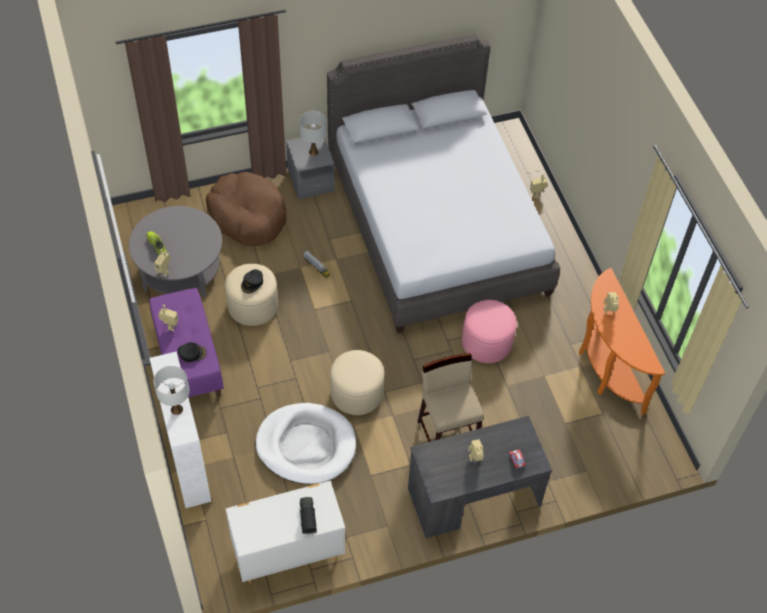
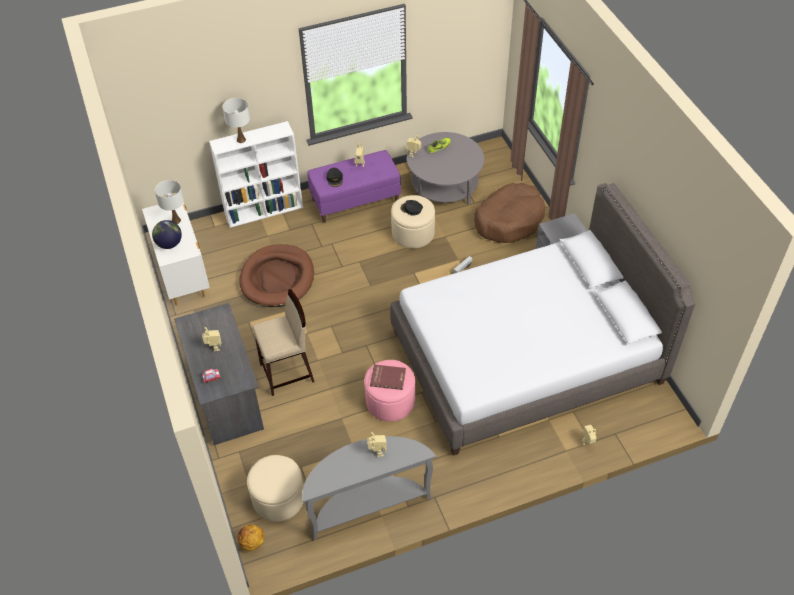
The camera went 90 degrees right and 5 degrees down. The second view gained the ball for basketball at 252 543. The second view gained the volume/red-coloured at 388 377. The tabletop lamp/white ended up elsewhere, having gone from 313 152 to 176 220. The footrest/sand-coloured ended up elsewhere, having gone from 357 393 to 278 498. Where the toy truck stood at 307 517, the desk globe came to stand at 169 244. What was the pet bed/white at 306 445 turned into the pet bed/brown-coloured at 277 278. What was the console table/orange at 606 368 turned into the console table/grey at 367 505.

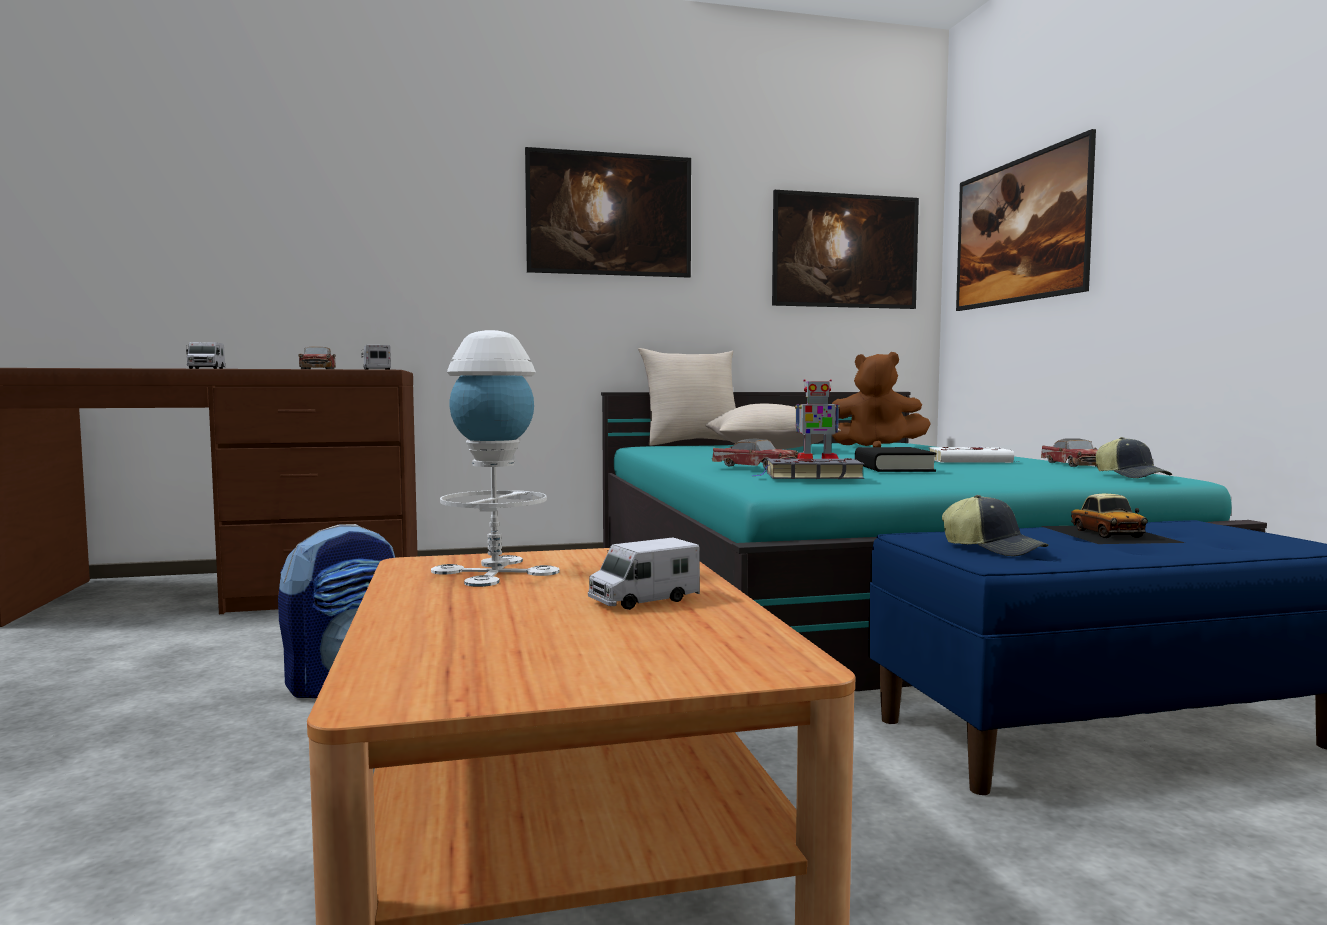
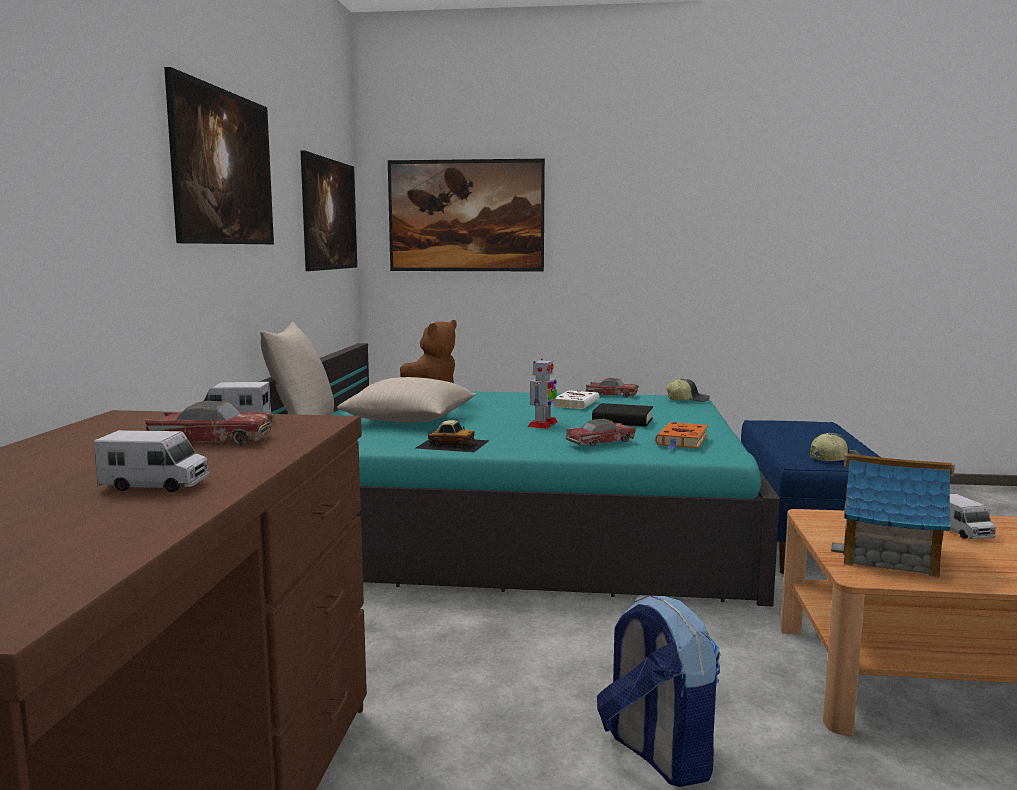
The camera went 70 degrees left and 5 degrees up. The model car ended up elsewhere, having gone from 1109 533 to 452 444. Where the tabletop lamp/white stood at 495 571, the model house came to stand at 890 556. What was the volume/grey at 810 476 turned into the volume/orange at 682 440.

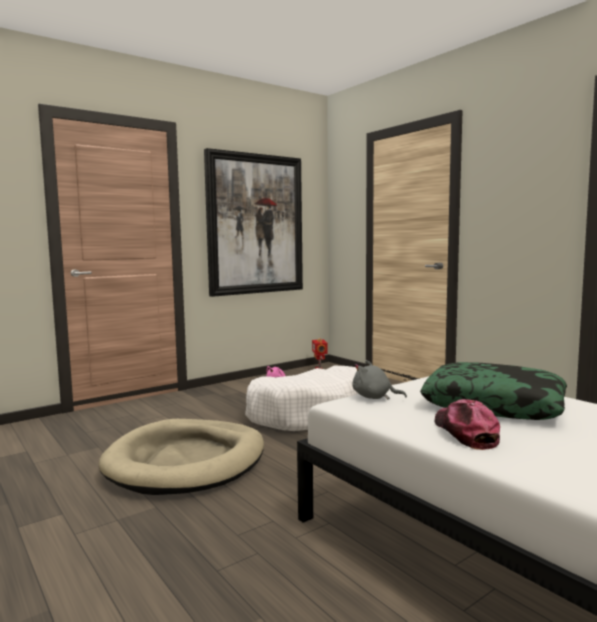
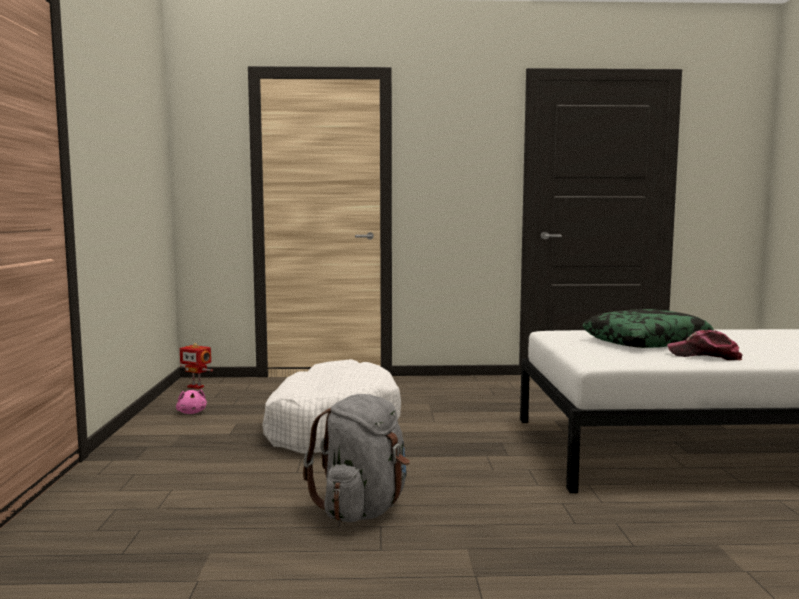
The camera went 55 degrees left and 0 degrees up. The second view lost the wall art at 255 224. The second view lost the soft toy/grey at 374 397. Where the pet bed/sand-coloured stood at 187 461, the knapsack/grey came to stand at 363 509.

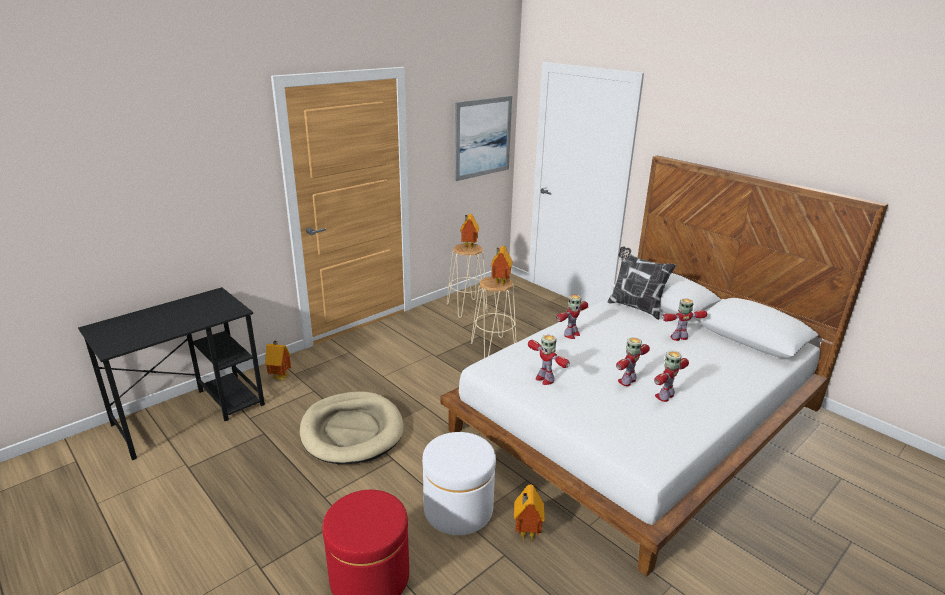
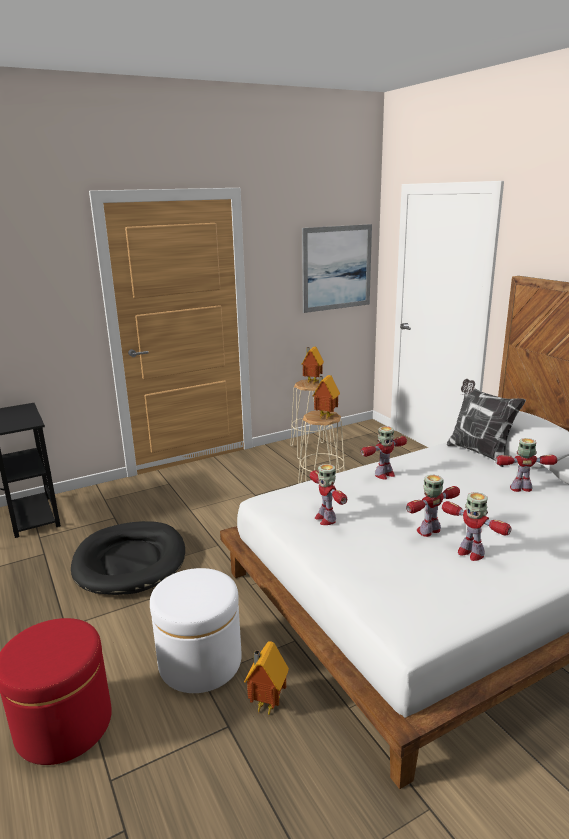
The camera went 15 degrees right and 5 degrees down. The second view lost the model house at 280 377. What was the pet bed/sand-coloured at 352 431 turned into the pet bed/black at 130 561. The toy robot at 665 396 ended up facing another way, 105 degrees counterclockwise from before.

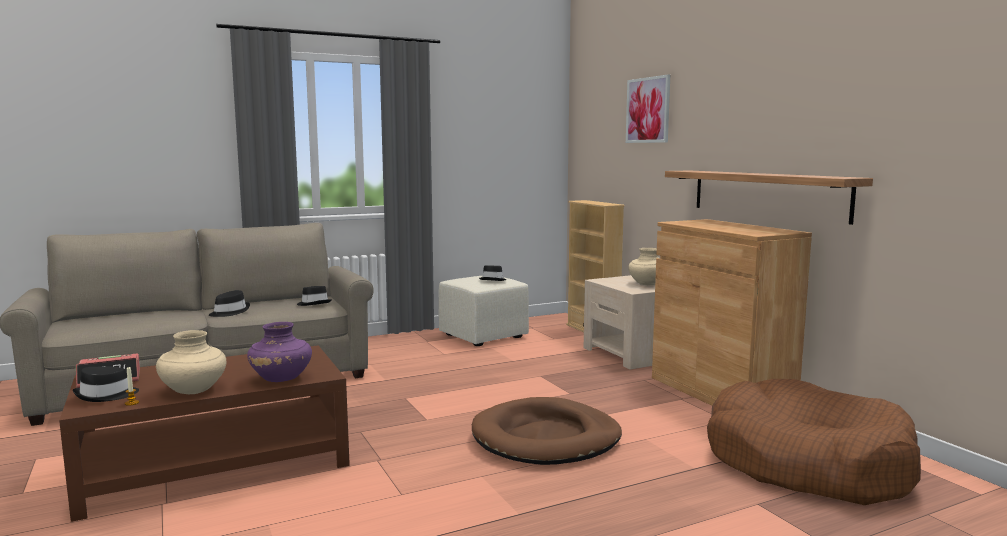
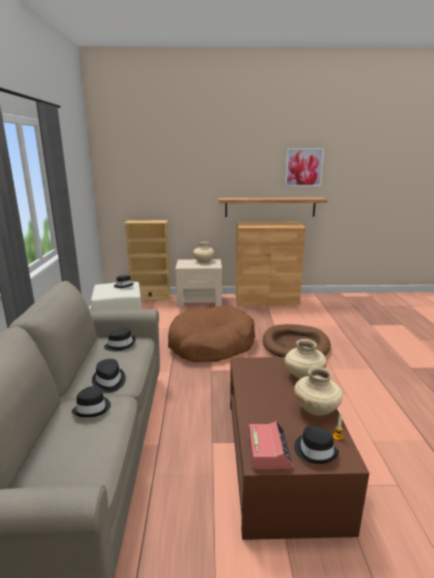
The camera went 65 degrees left and 10 degrees up. The second view gained the hat/black at 92 408. The wall art ended up elsewhere, having gone from 648 110 to 303 167. The pet bed/brown-coloured ended up elsewhere, having gone from 806 463 to 211 344. What was the decorative vase/purple-coloured at 281 379 turned into the decorative vase/sand-coloured at 303 376.

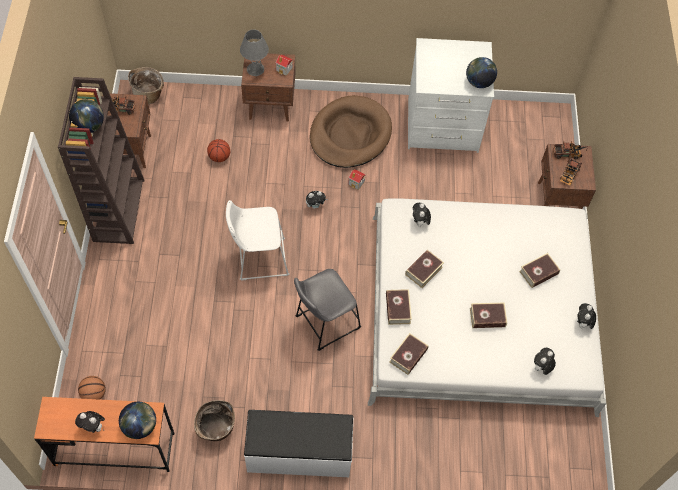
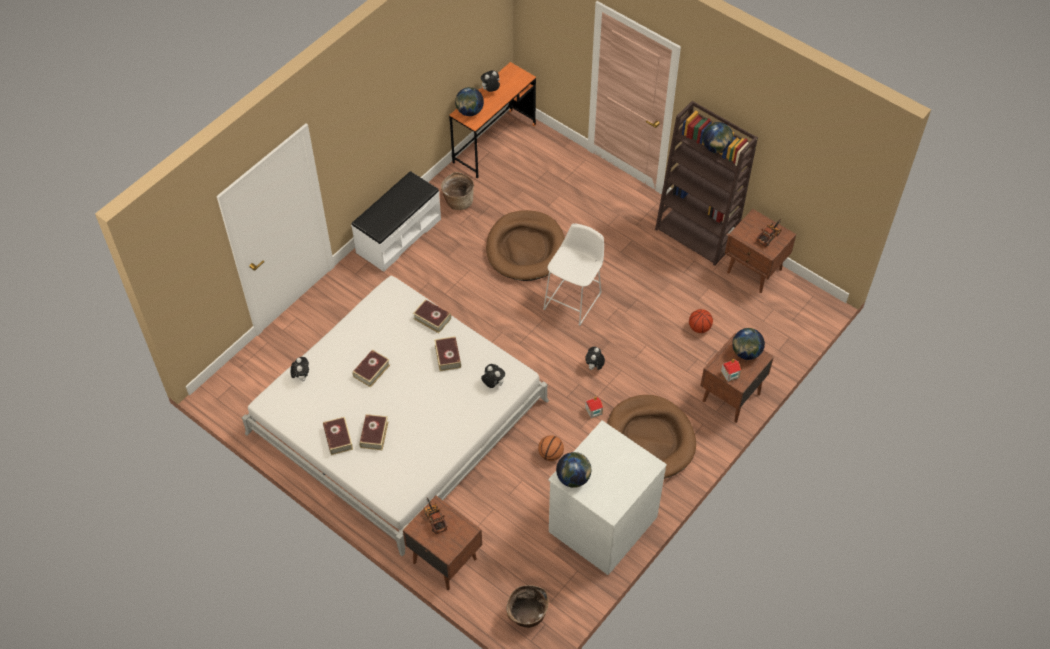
The camera went 130 degrees right and 5 degrees down. The second view lost the sitting stool/grey at 324 323. The second view lost the toy truck at 568 154. The second view lost the soft toy at 582 323. The second view gained the pet bed/brown-coloured at 525 248. The ball for basketball ended up elsewhere, having gone from 94 394 to 550 454. The basket ended up elsewhere, having gone from 149 95 to 527 616. The volume ended up elsewhere, having gone from 408 356 to 338 438. Where the tabletop lamp/grey stood at 255 69, the desk globe came to stand at 746 353.

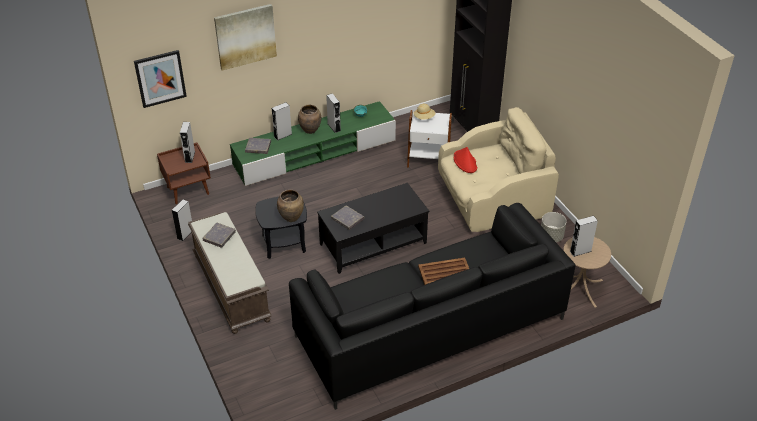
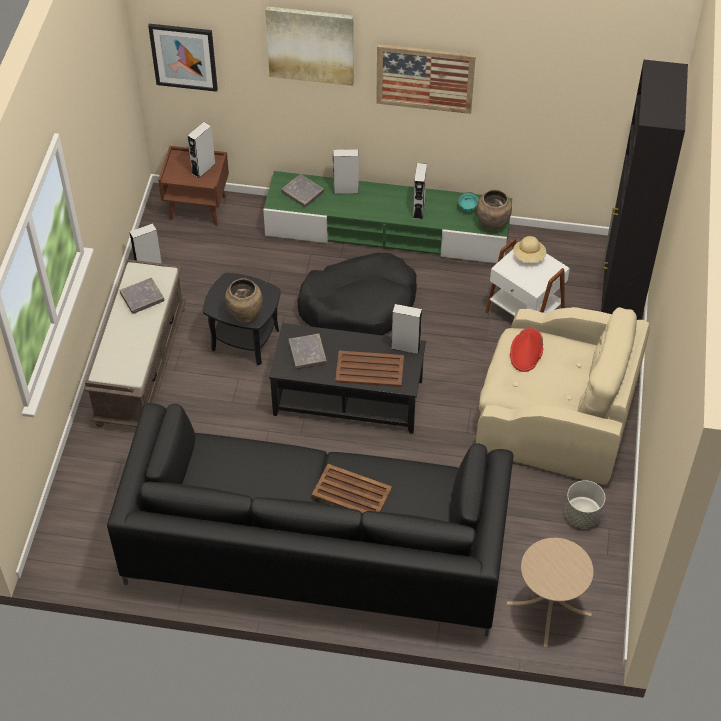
The camera went 35 degrees right and 10 degrees up. The second view gained the pet bed/black at 359 306. The second view gained the carrying tray/brown-coloured at 369 369. The second view gained the wall art at 425 78. The decorative vase/brown-coloured ended up elsewhere, having gone from 310 130 to 492 225. The loudspeaker/grey ended up elsewhere, having gone from 580 251 to 405 347.

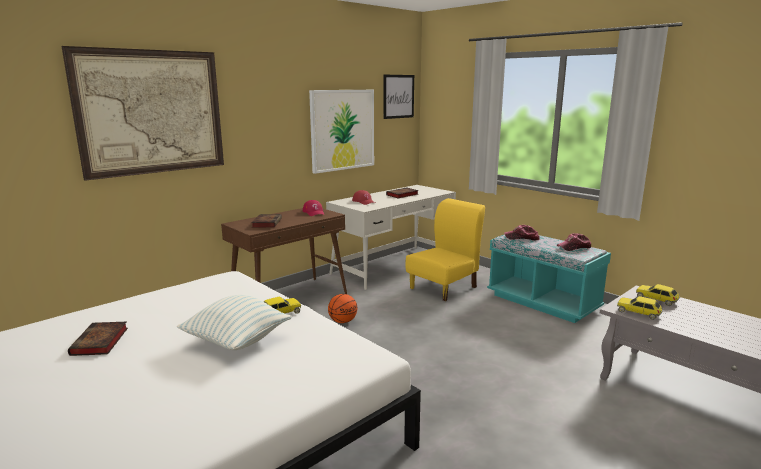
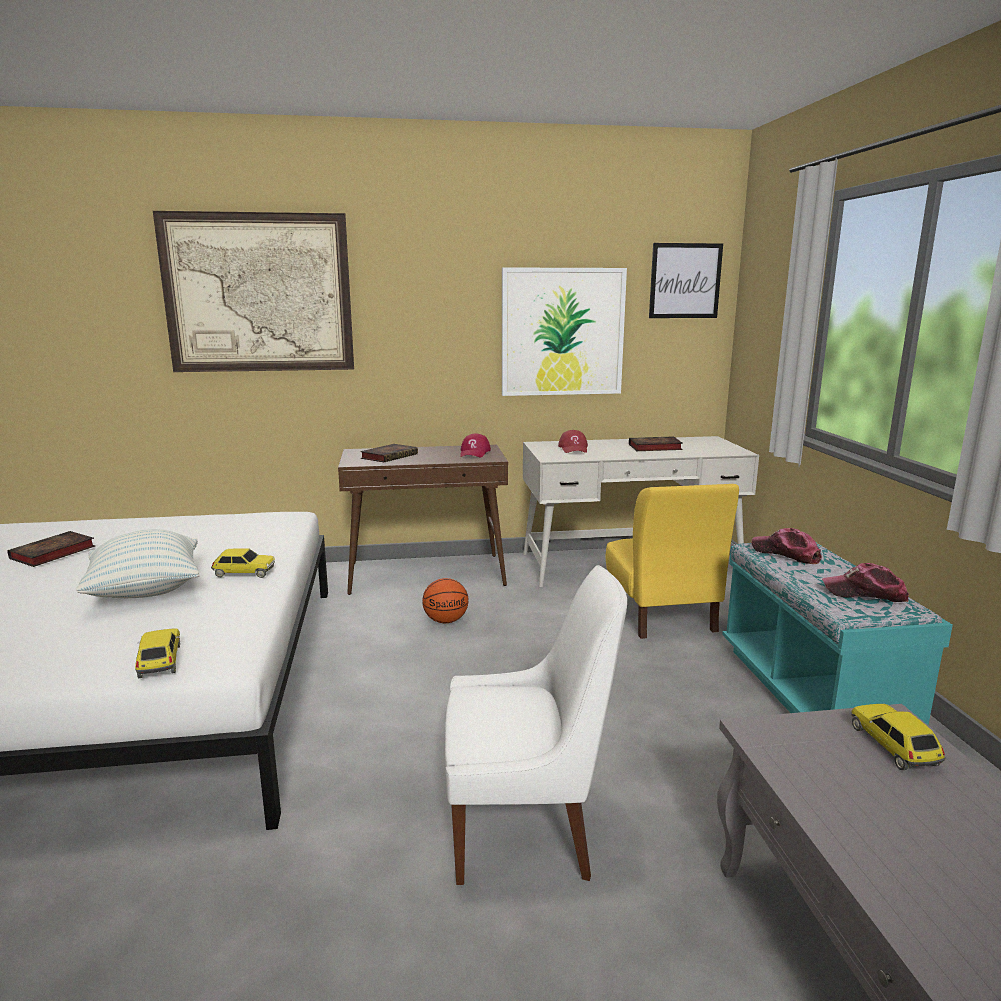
The camera went 35 degrees right and 0 degrees up. The second view gained the plain chair/white at 527 828. The model car ended up elsewhere, having gone from 638 313 to 160 662. The plain chair/yellow-coloured at 444 287 ended up facing another way, 90 degrees clockwise from before.

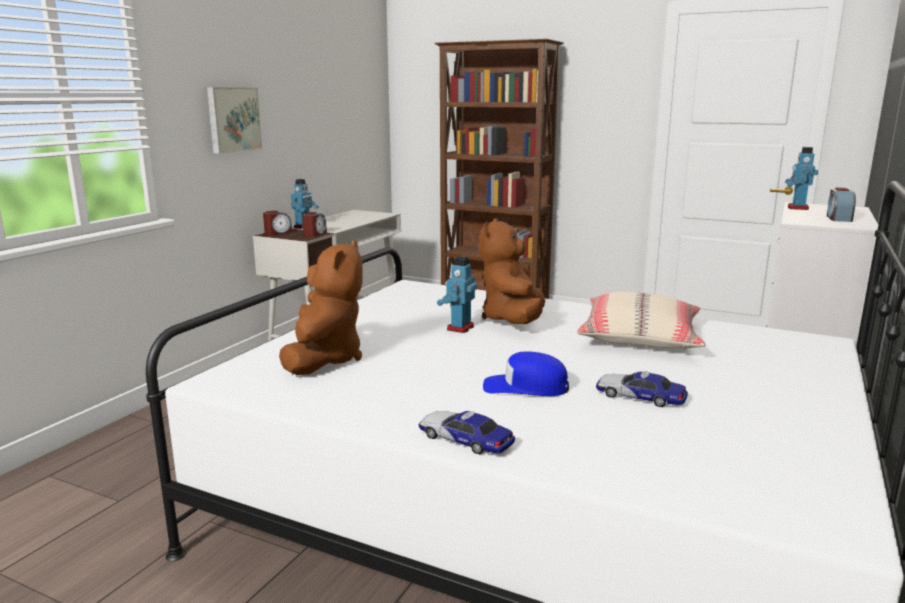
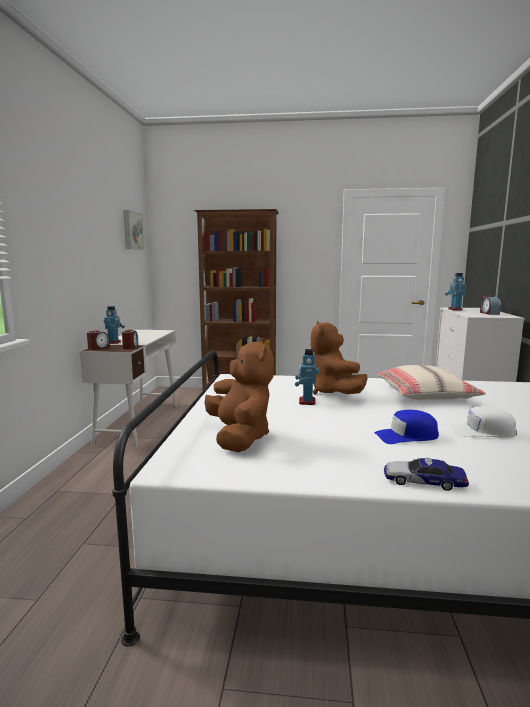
The camera went 20 degrees left and 5 degrees down. The wall art ended up elsewhere, having gone from 233 119 to 132 230. Where the model car stood at 640 397, the cap/white came to stand at 482 432.

